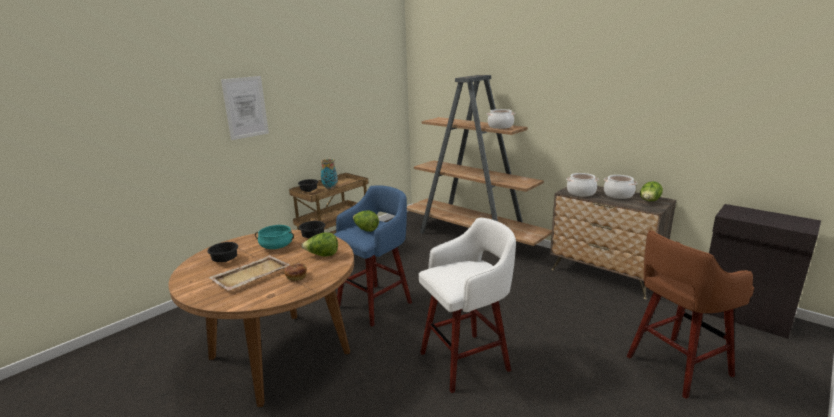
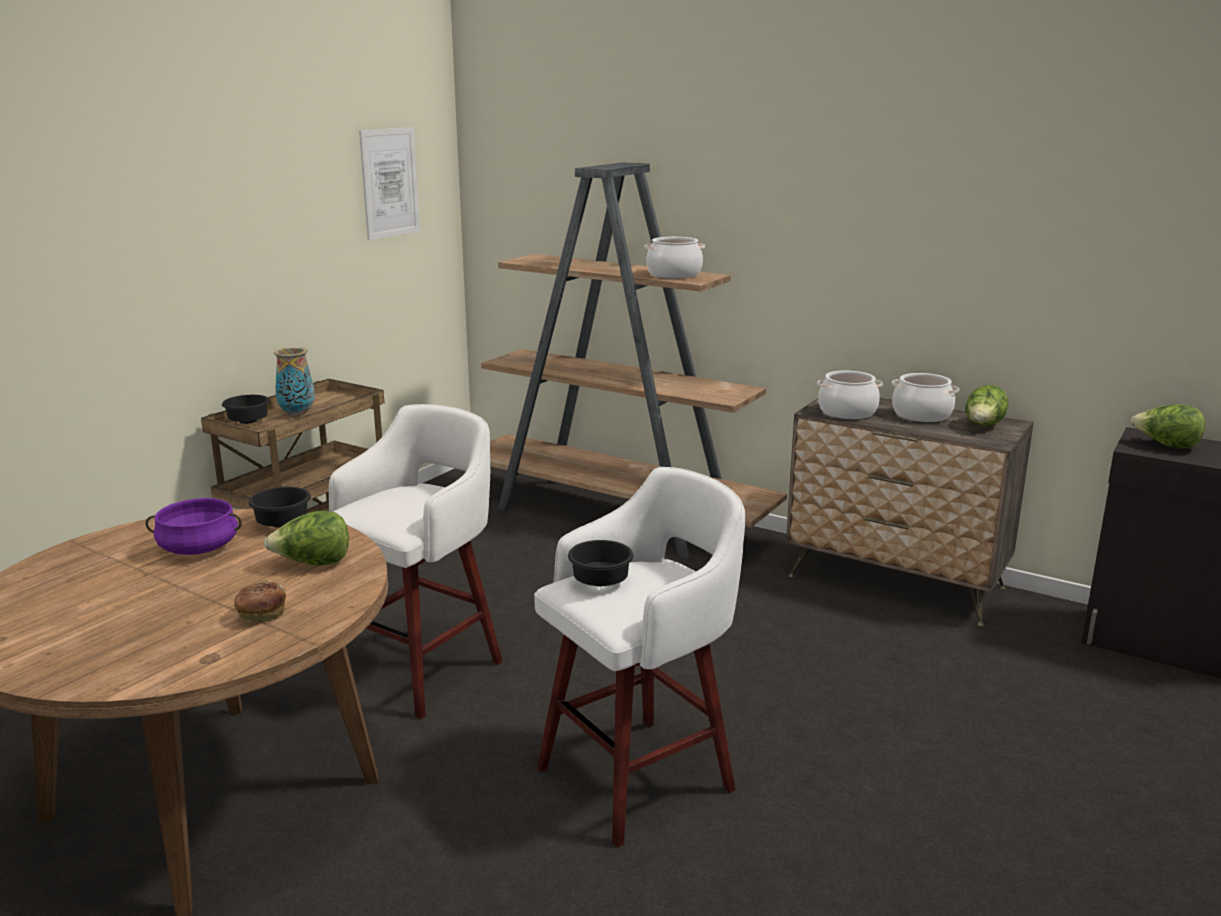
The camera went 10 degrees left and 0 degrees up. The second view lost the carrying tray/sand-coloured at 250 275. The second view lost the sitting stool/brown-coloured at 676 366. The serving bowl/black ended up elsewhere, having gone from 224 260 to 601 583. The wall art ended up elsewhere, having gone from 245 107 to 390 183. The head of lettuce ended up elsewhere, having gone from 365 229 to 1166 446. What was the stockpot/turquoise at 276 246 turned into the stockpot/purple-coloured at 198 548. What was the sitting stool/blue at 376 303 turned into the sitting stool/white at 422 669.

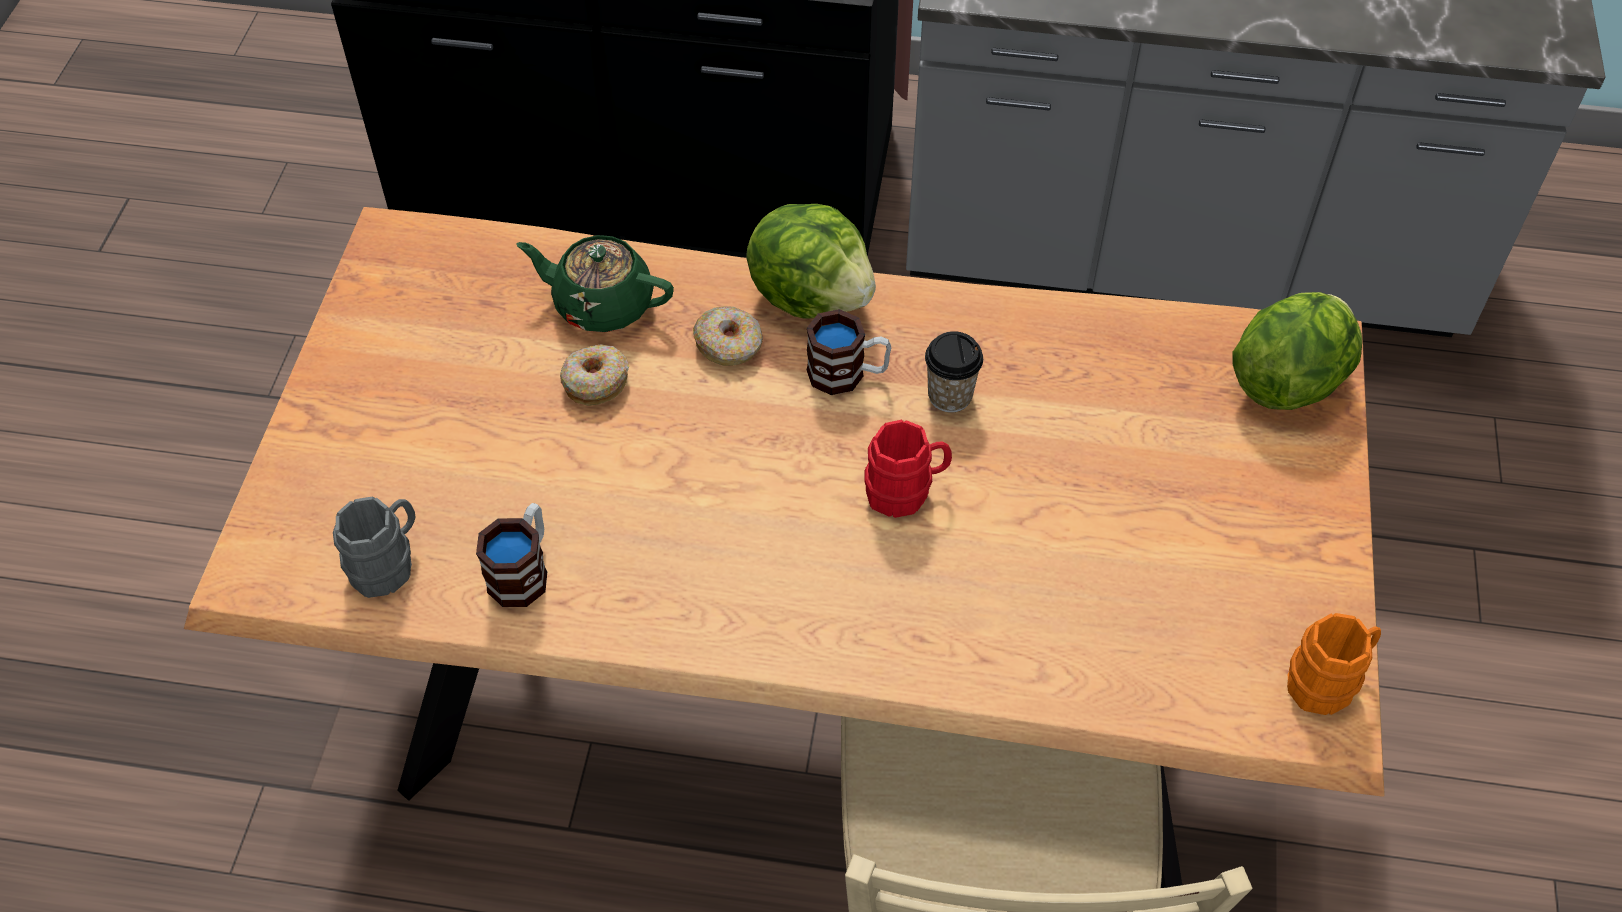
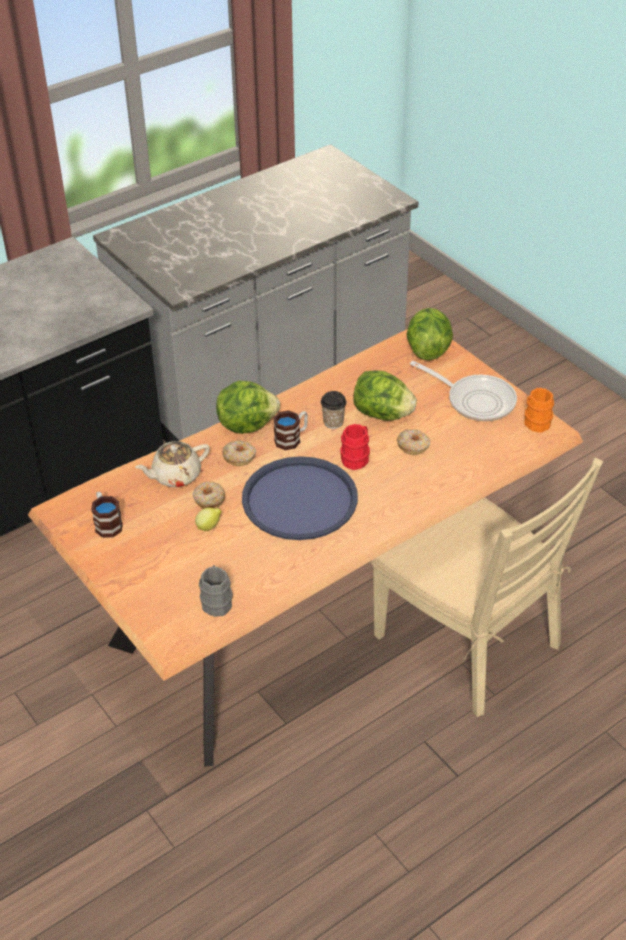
The camera went 45 degrees left and 10 degrees down. The second view gained the lemon at 209 527. The second view gained the carrying tray/blue at 299 499. The second view gained the head of lettuce at 382 414. The second view gained the ring doughnut at 413 446. The second view gained the frying pan at 476 400. The tea mug ended up elsewhere, having gone from 523 570 to 107 523. What was the teapot/greenish at 602 304 turned into the teapot/sand-coloured at 175 476.

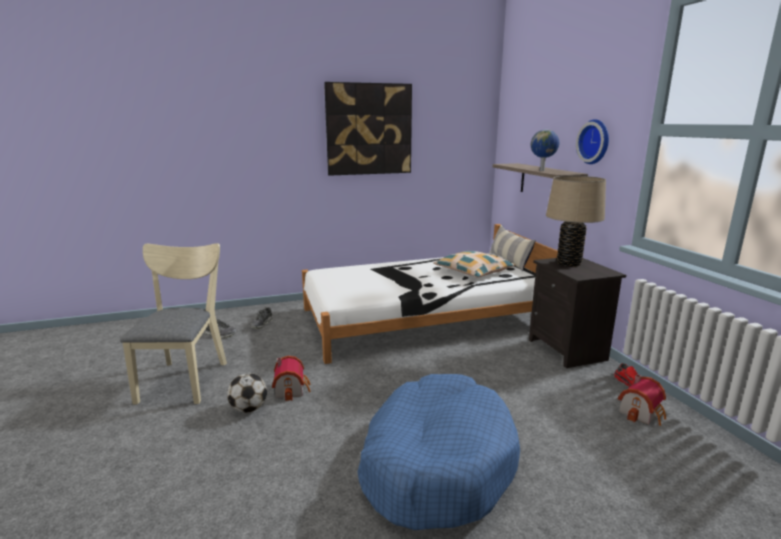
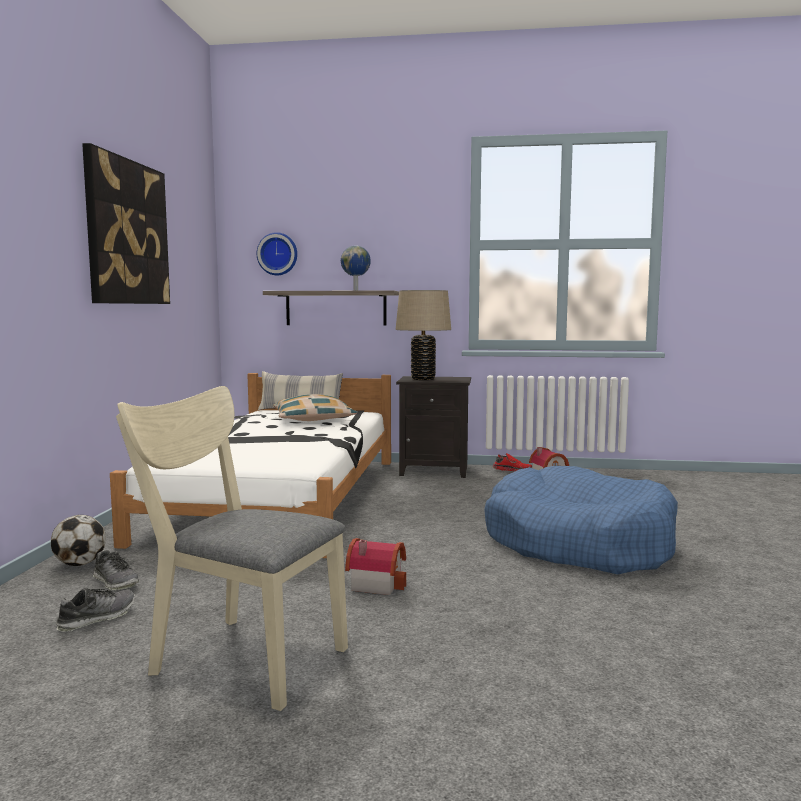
The camera went 65 degrees left and 10 degrees down. The ball for football ended up elsewhere, having gone from 249 409 to 80 564. The hanging clock ended up elsewhere, having gone from 595 142 to 278 254.

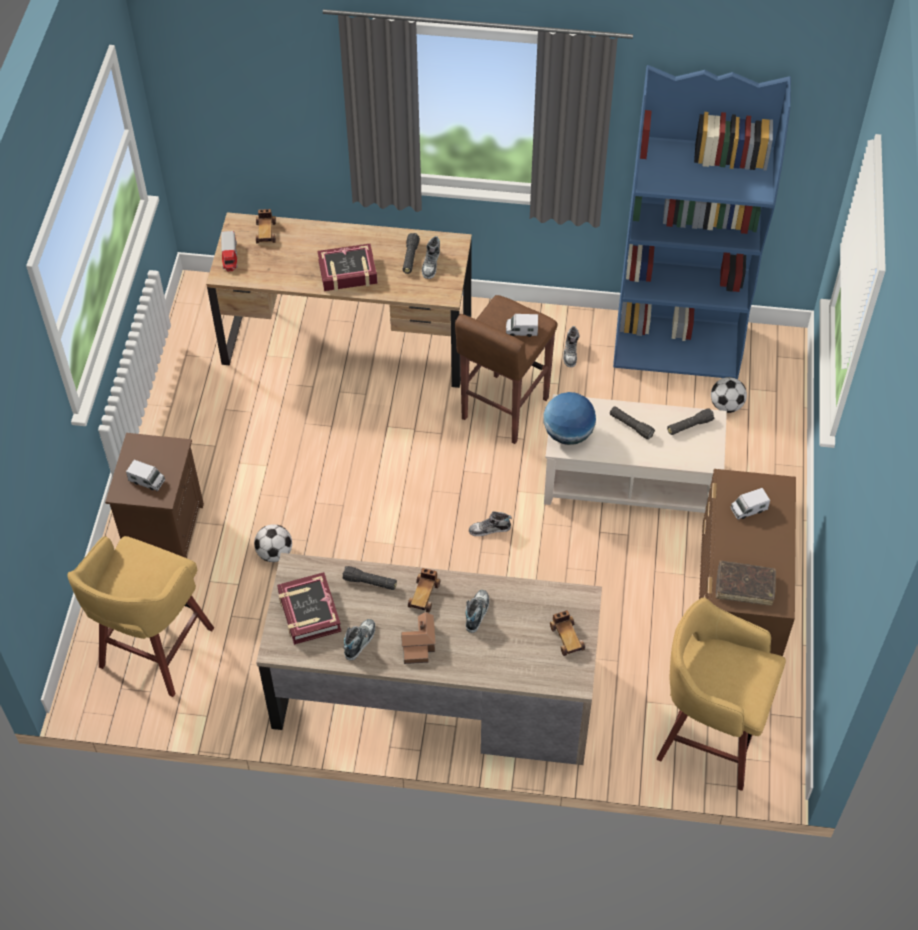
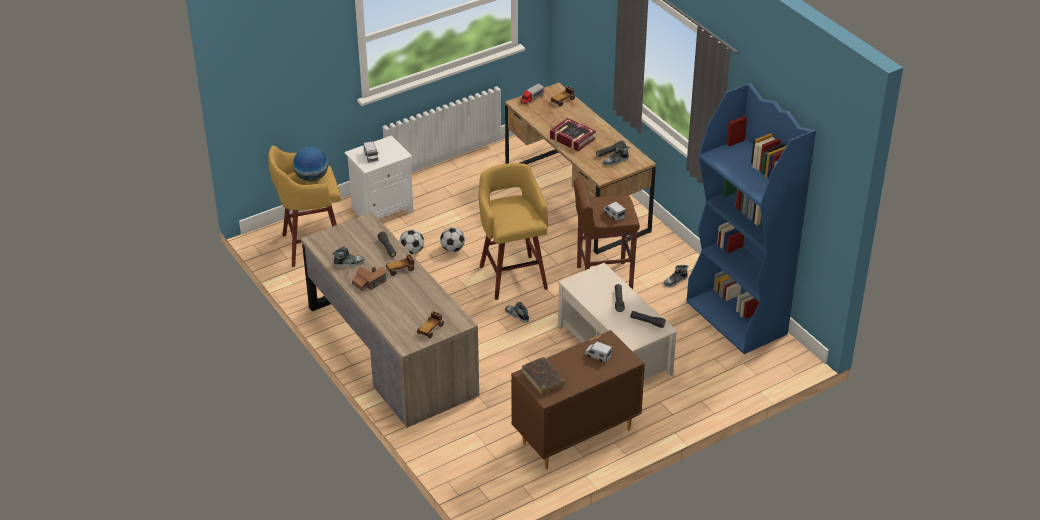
The camera went 50 degrees right and 15 degrees down. The second view lost the volume at 308 612. The second view lost the low shoe at 477 613. The desk globe ended up elsewhere, having gone from 568 434 to 312 178. The sitting stool/yellow-coloured ended up elsewhere, having gone from 708 736 to 512 276. The ball for football ended up elsewhere, having gone from 726 405 to 453 249. What was the night table/brown-coloured at 164 531 turned into the night table/white at 382 209.

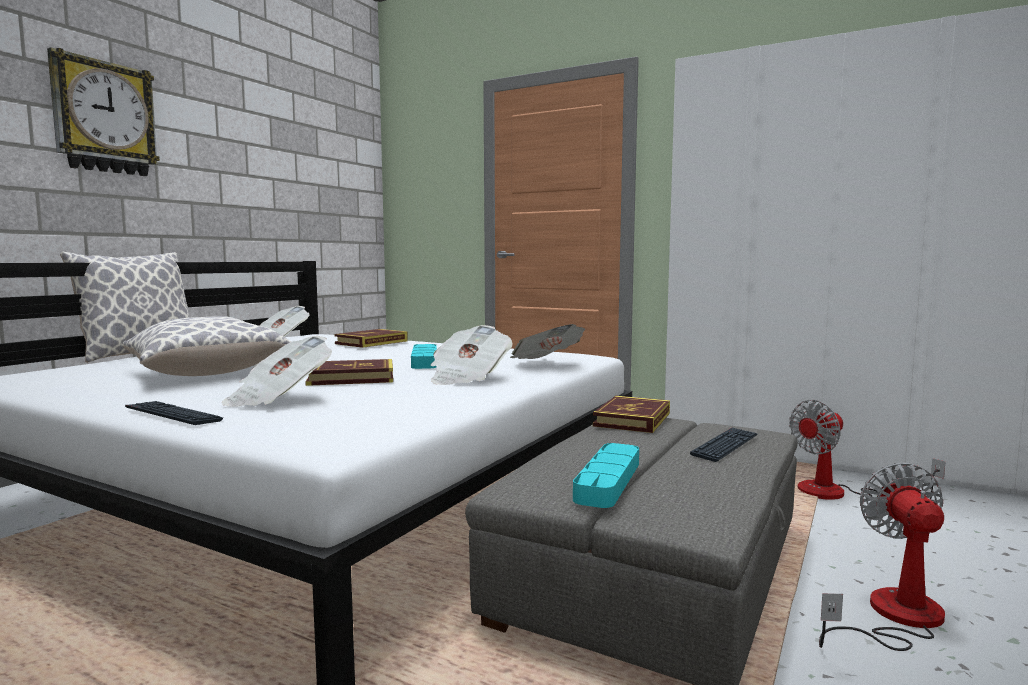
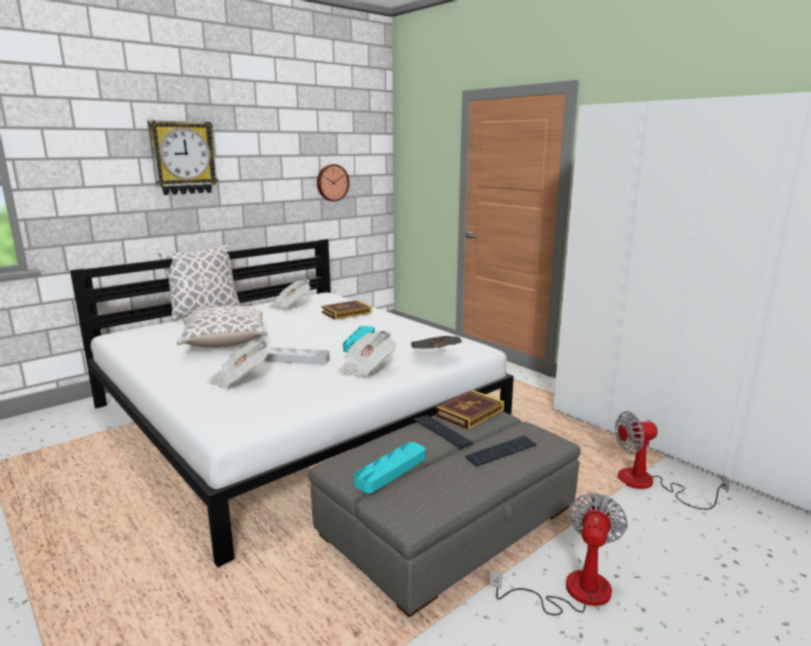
The camera went 20 degrees right and 10 degrees up. The second view gained the hanging clock at 332 182. The keyboard ended up elsewhere, having gone from 172 415 to 442 432. Where the volume stood at 351 378, the carrying tray/grey came to stand at 297 359.

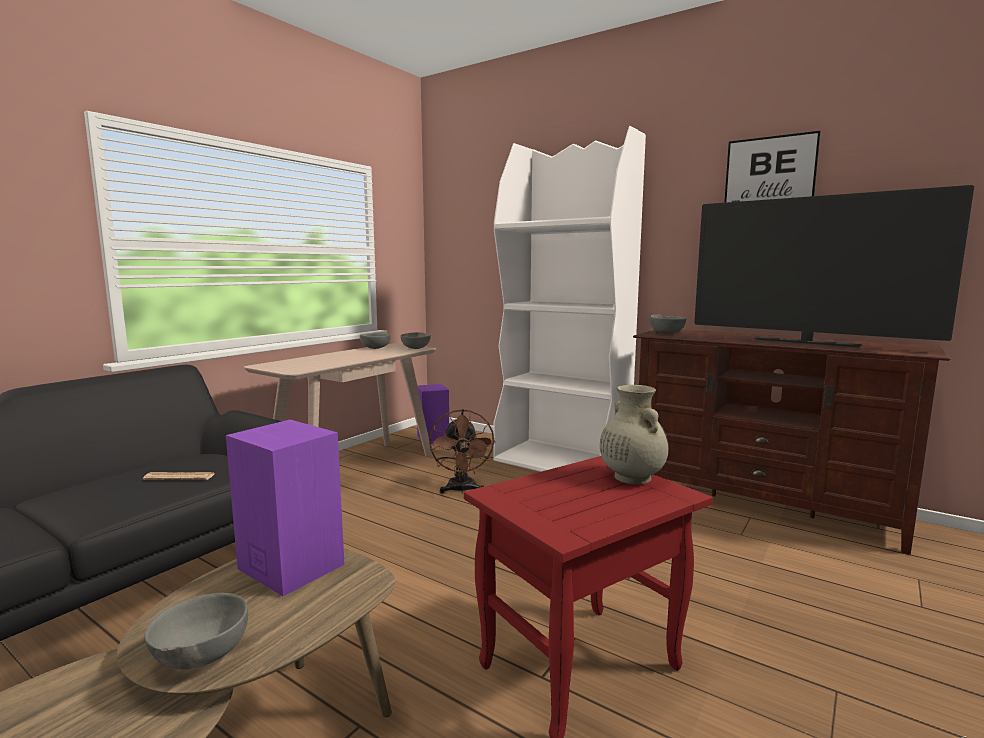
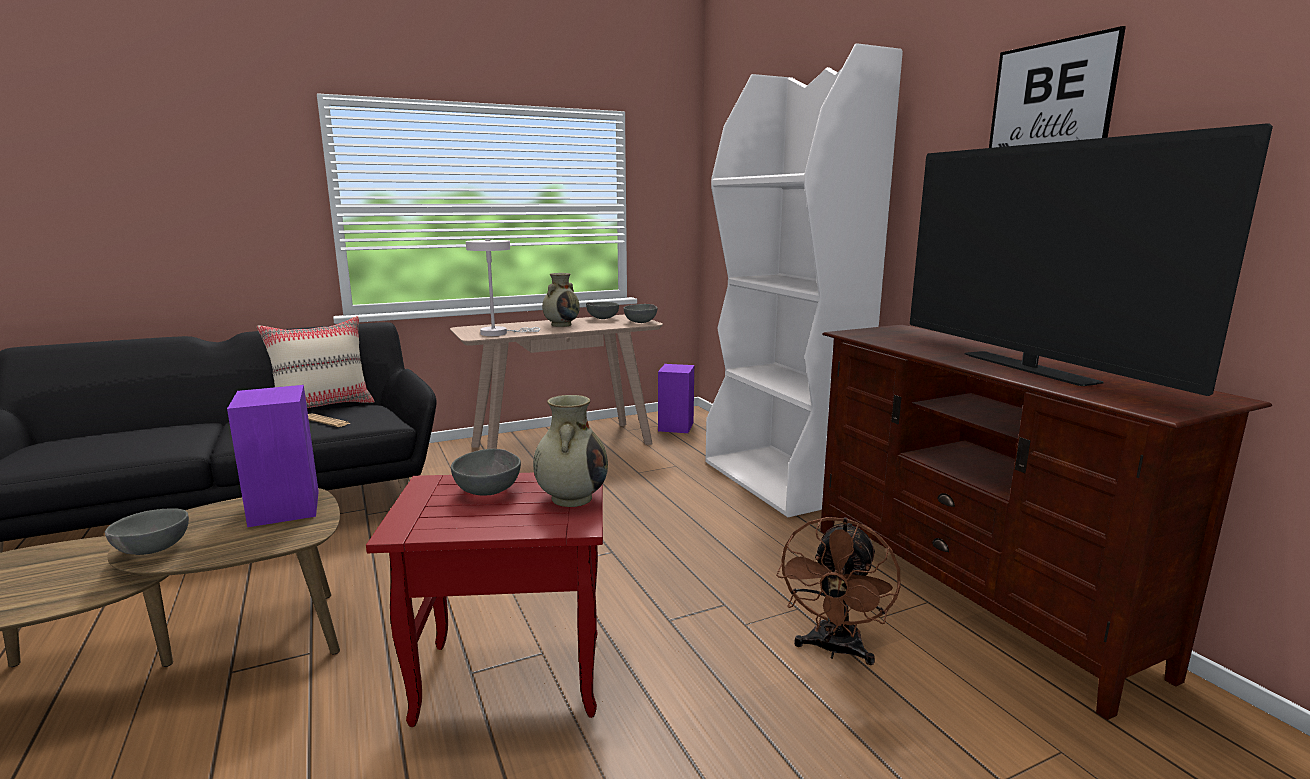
The camera went 30 degrees right and 5 degrees up. The second view gained the pillow/sand-coloured at 323 406. The second view gained the tabletop lamp/white at 499 333. The second view gained the decorative vase/sand-coloured at 561 325. The fan/brown-coloured ended up elsewhere, having gone from 462 490 to 834 650. The serving bowl/grey ended up elsewhere, having gone from 666 333 to 489 491.

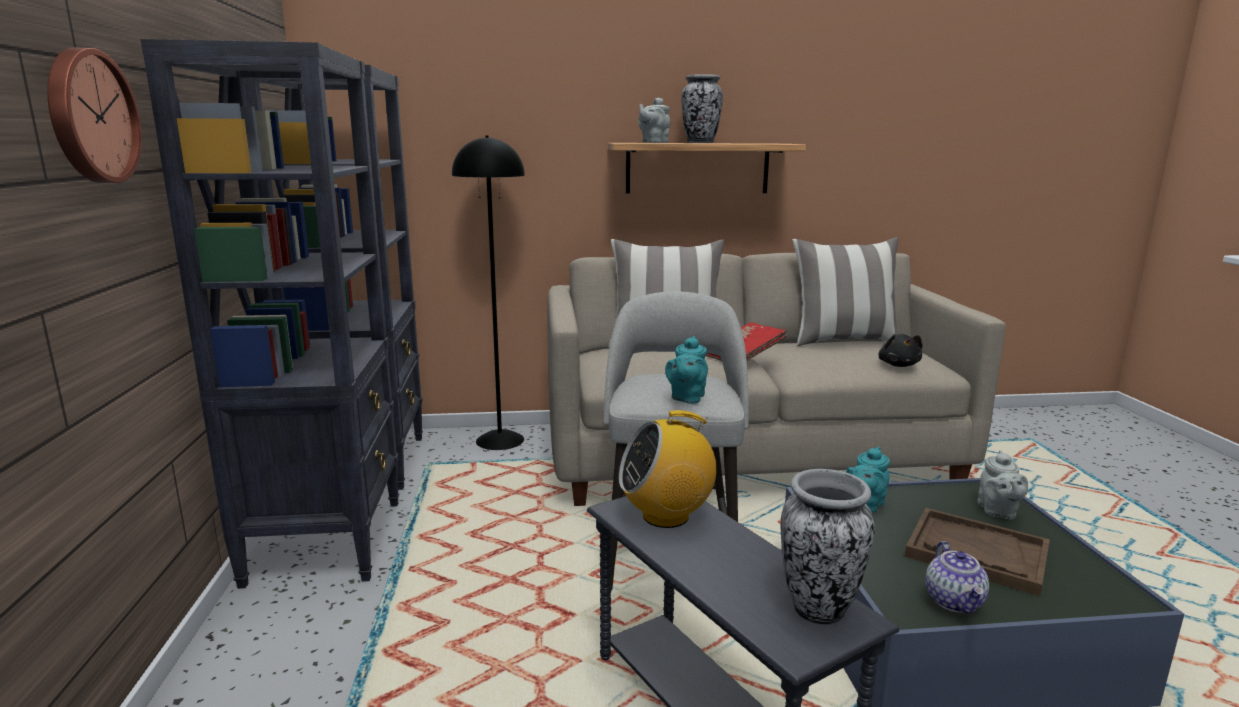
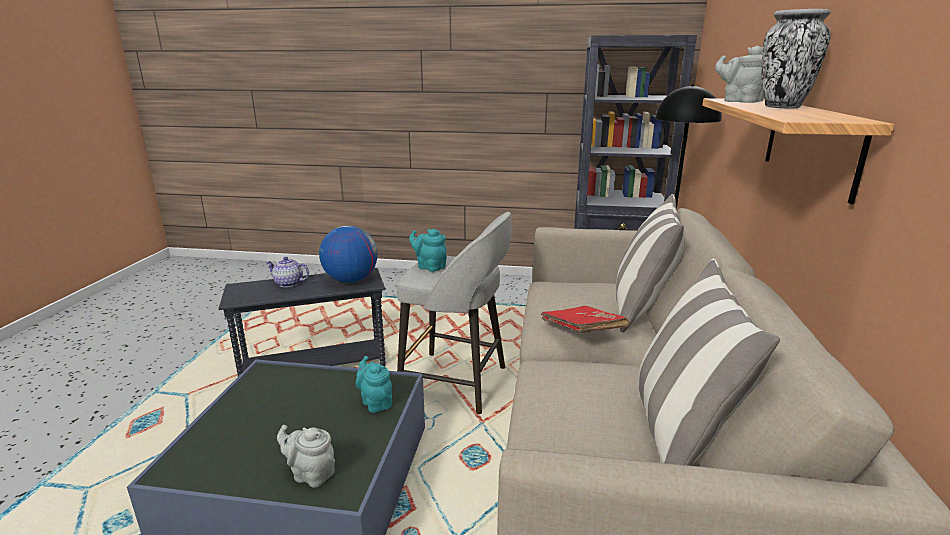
The camera went 105 degrees right and 5 degrees up. The second view lost the hanging clock at 89 117. The second view lost the bookshelf/black at 327 540. The second view lost the decorative vase at 819 609. The second view lost the soft toy/black at 898 365. The second view lost the carrying tray/brown-coloured at 976 553. The teapot ended up elsewhere, having gone from 955 601 to 288 283. Where the radio receiver stood at 666 516, the desk globe came to stand at 350 280.

